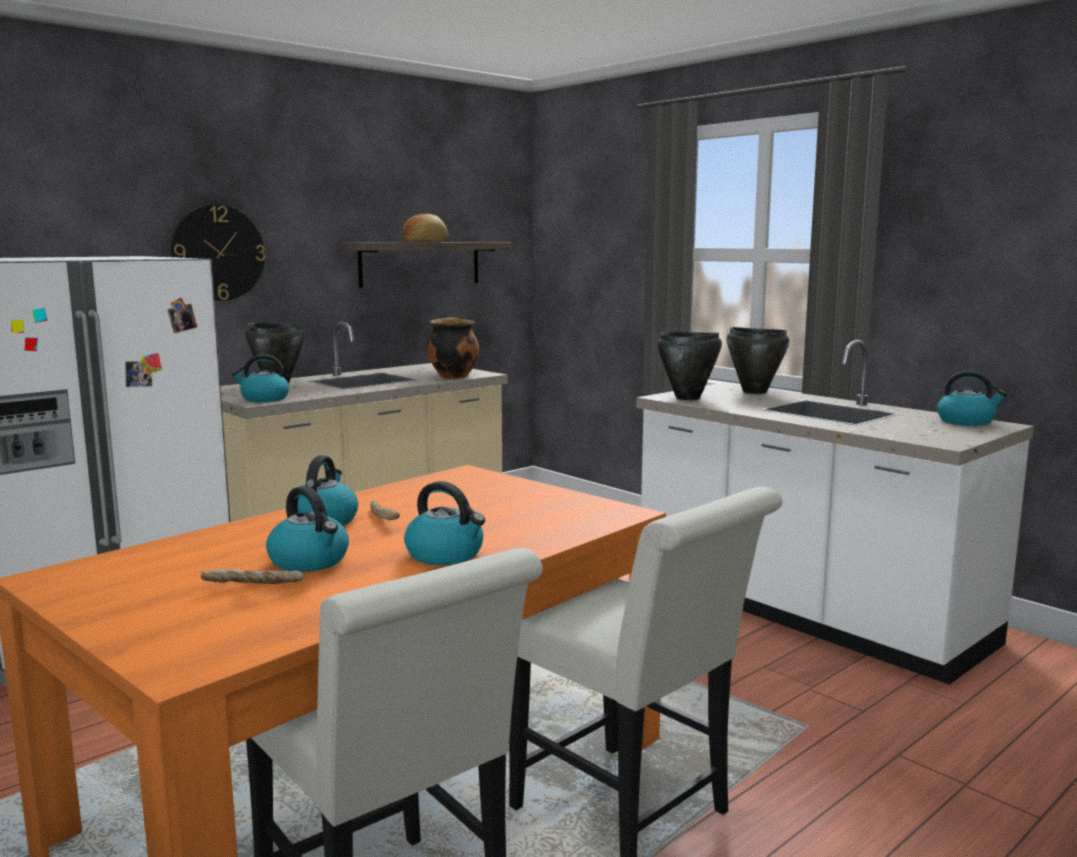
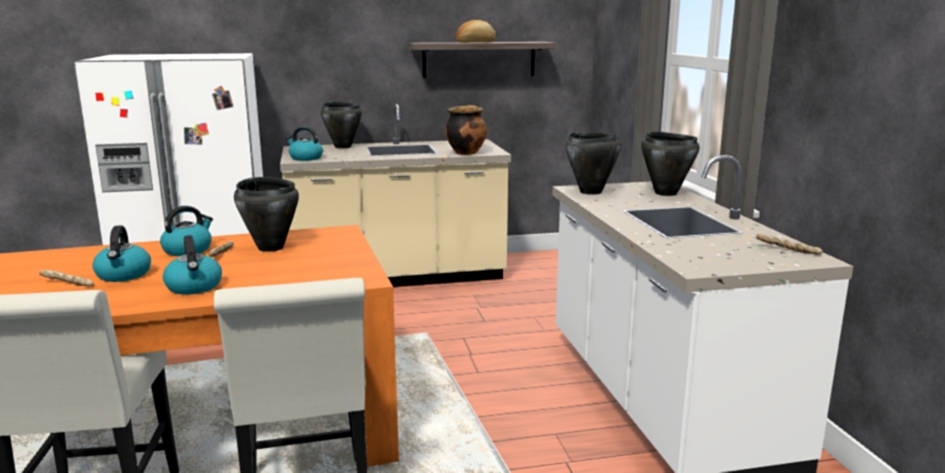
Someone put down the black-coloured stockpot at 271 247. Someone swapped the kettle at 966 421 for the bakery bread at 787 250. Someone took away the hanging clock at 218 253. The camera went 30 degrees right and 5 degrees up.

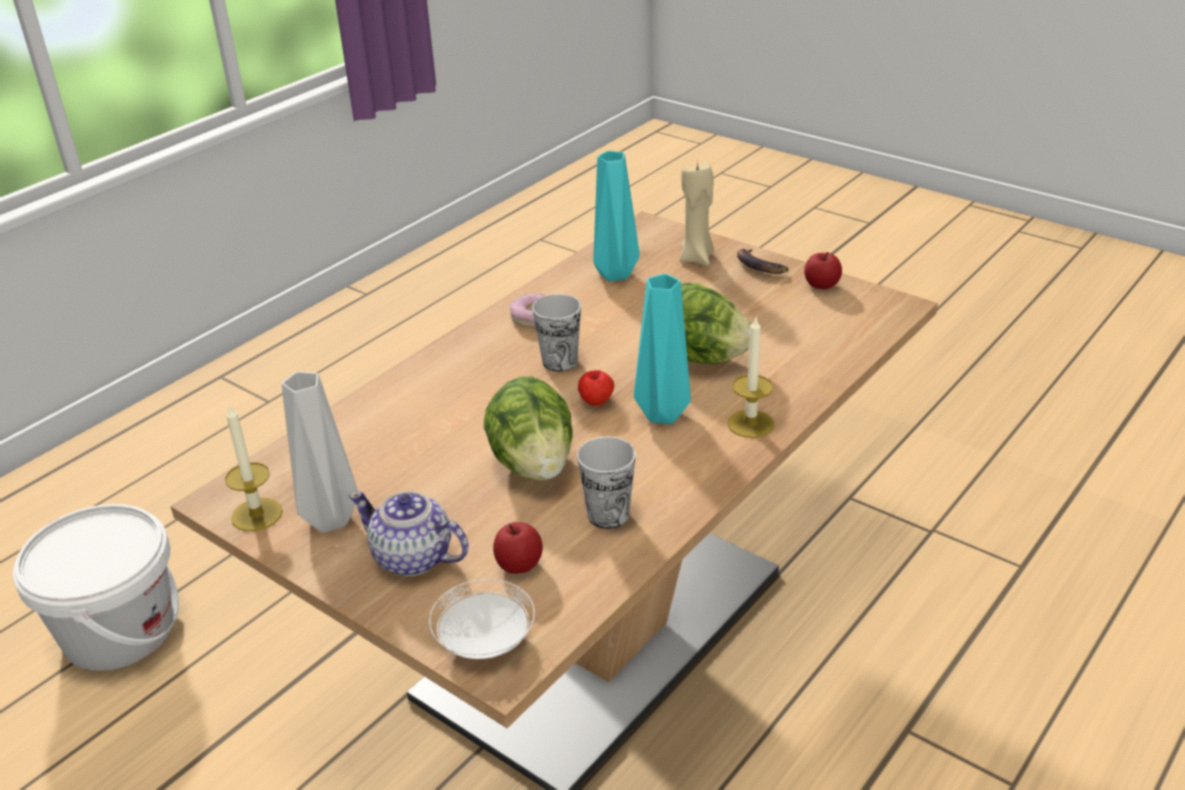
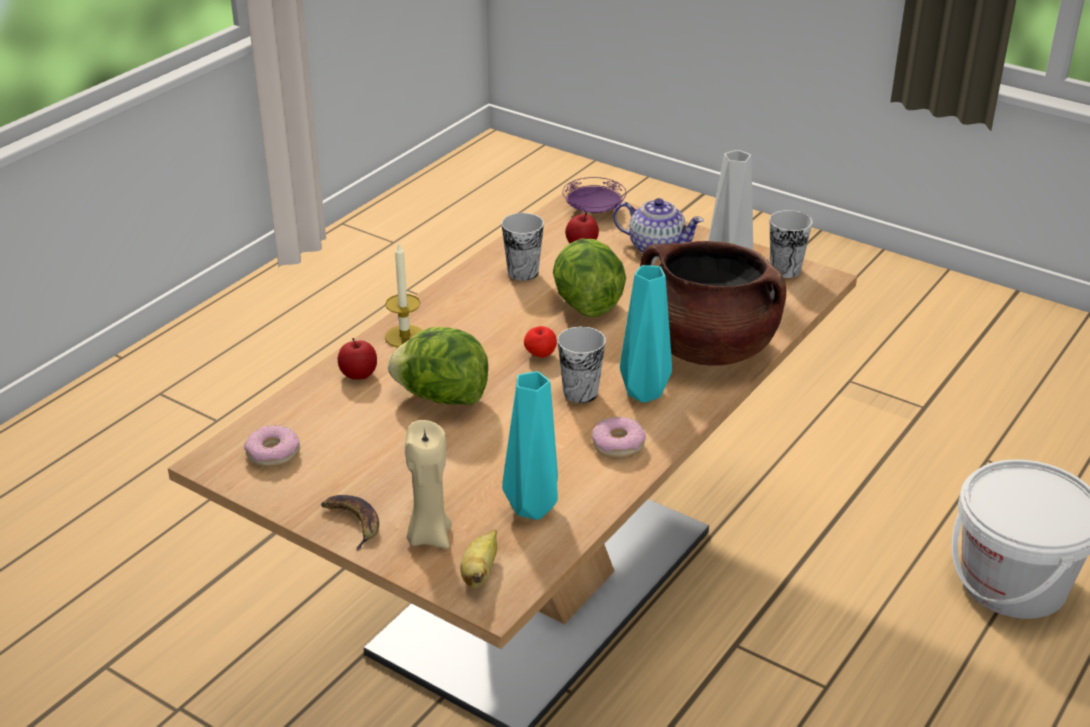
Someone put down the ring doughnut at 273 453. Someone carried the apple from 821 285 to 358 374. Someone put down the banana fruit at 480 573. Someone repainted the whitish dinner plate at 484 640, which became the purple dinner plate at 594 211. Someone carried the turquoise-coloured vase from 660 415 to 646 392. Someone put down the brownish stockpot at 706 348. Someone swapped the candle at 257 514 for the drinking cup at 785 270. The camera went 175 degrees right and 0 degrees up.

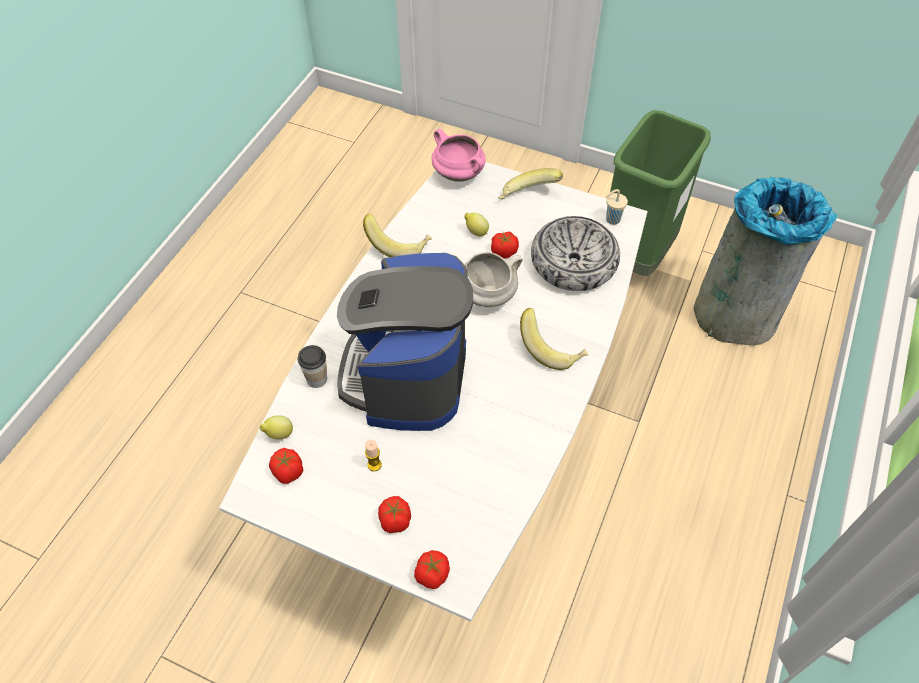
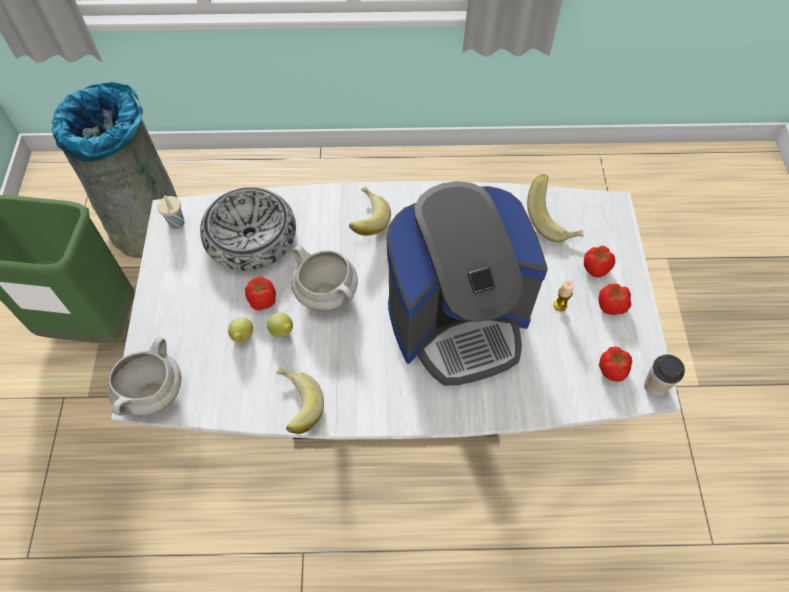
Someone repainted the pink stockpot at 459 174, which became the whitish stockpot at 152 392. Someone carried the whole lemon from 279 434 to 283 332. Someone carried the banana fruit from 528 197 to 553 221. Someone carried the tomato from 432 575 to 611 306. Someone carried the drinking cup from 317 379 to 655 386. The camera went 115 degrees left and 5 degrees up.

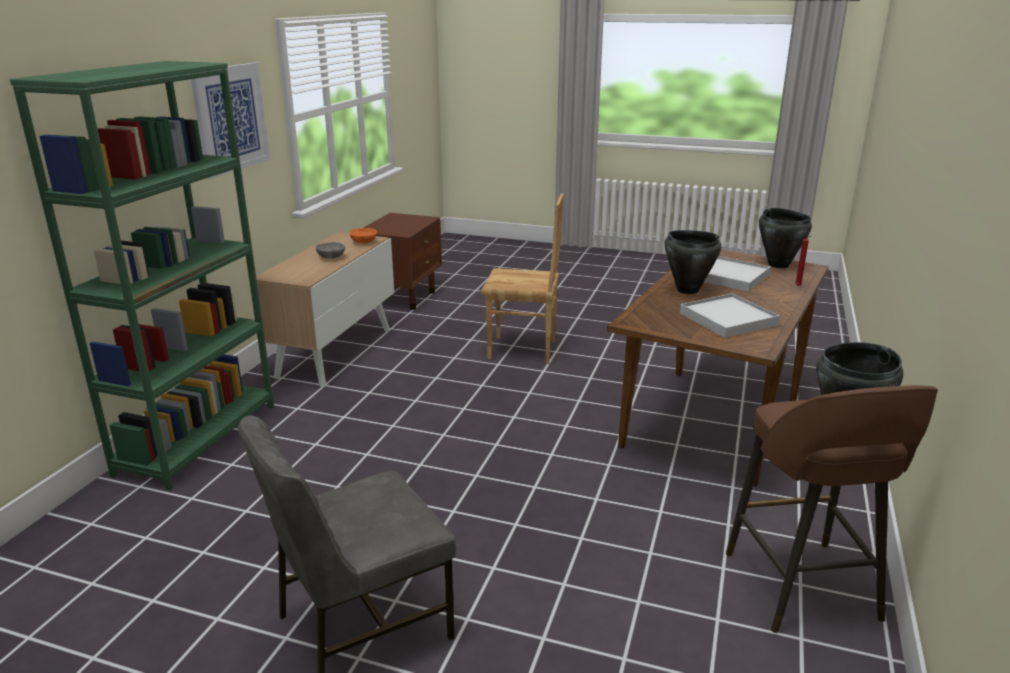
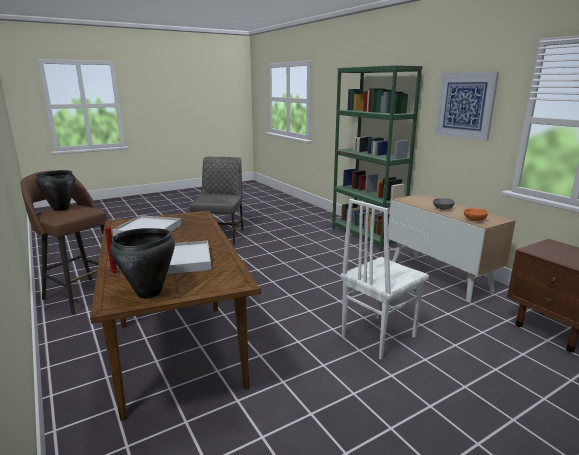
Someone repainted the brownish plain chair at 522 350, which became the whitish plain chair at 377 336. Someone took away the black-coloured stockpot at 687 290. The camera went 130 degrees right and 5 degrees down.

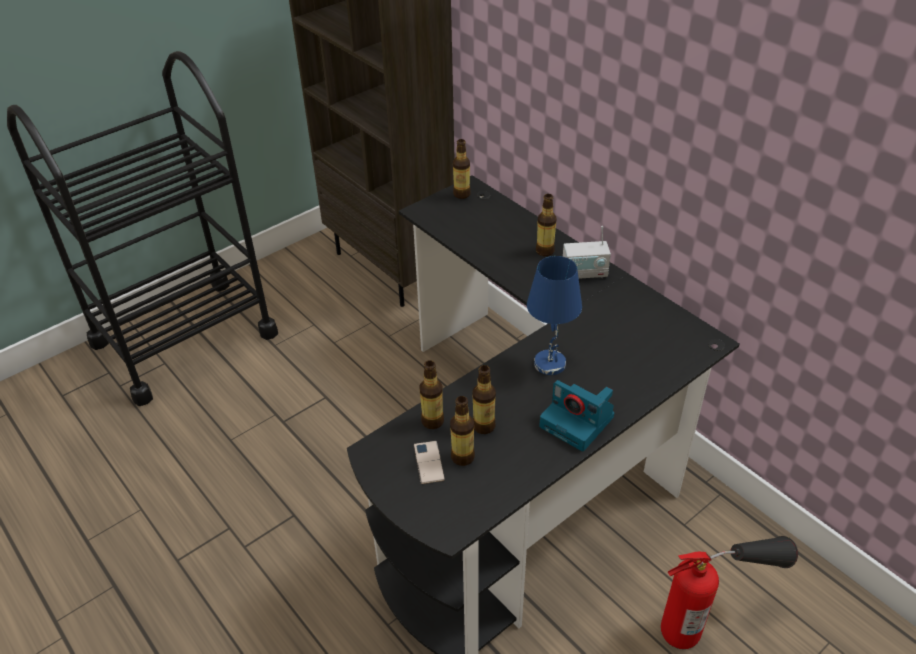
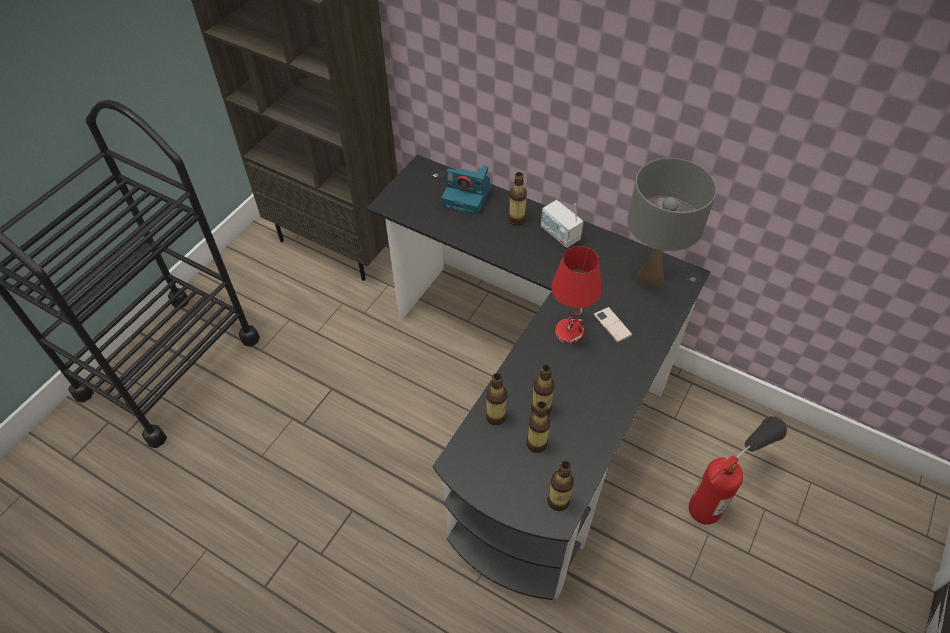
Someone carried the still camera from 578 422 to 468 196. Someone rotated the radio set at 584 273 by 75 degrees clockwise. Someone carried the beverage bottle from 462 194 to 558 501. Someone repainted the bluish lamp for a table at 550 364, which became the reddish lamp for a table at 570 332. Someone carried the telephone from 429 462 to 612 325. Someone put down the grey lamp for a table at 651 276. The camera went 20 degrees left and 10 degrees up.

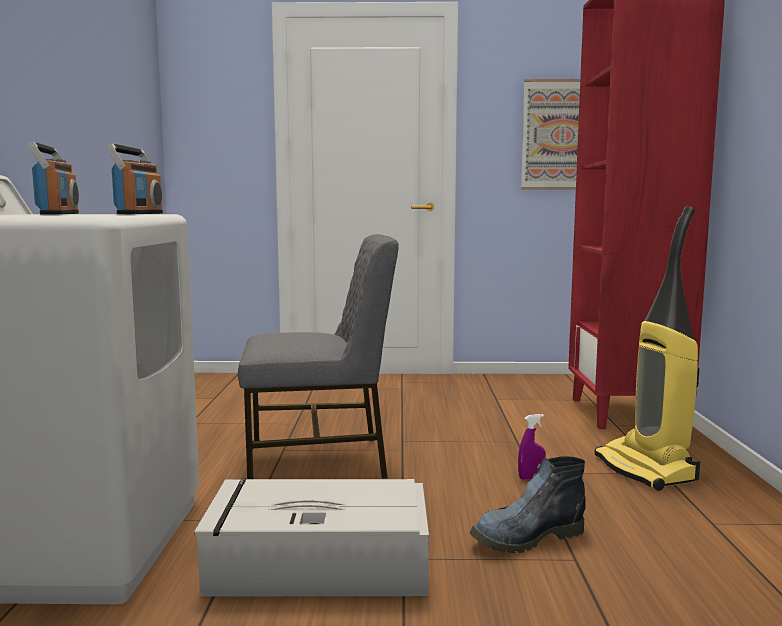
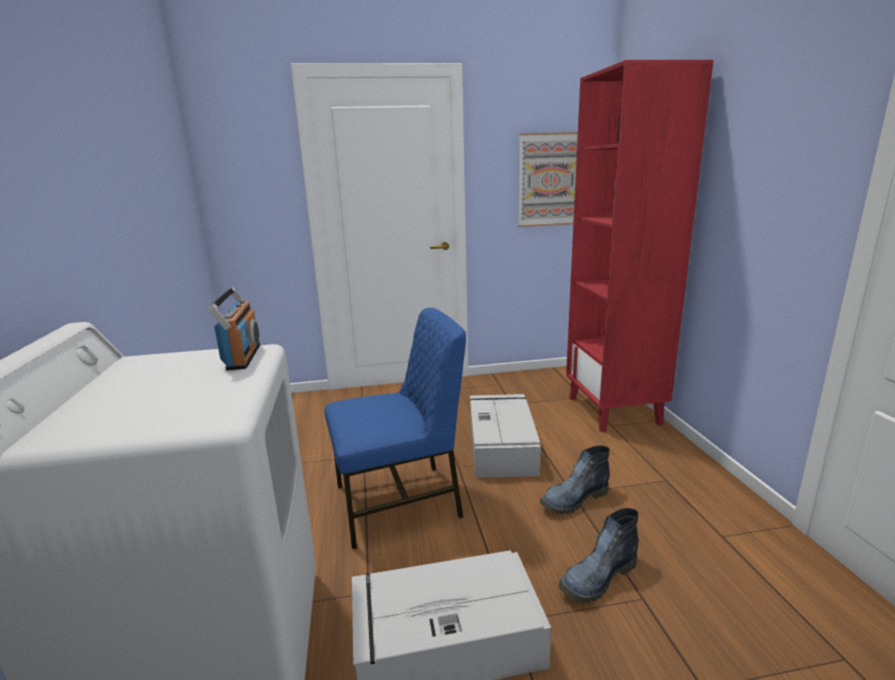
Someone repainted the grey plain chair at 319 460, which became the bluish plain chair at 400 502. Someone put down the grey storage bin at 501 445. Someone swapped the purple hand sprayer at 531 478 for the tall boot at 573 500. Someone took away the radio set at 58 214. Someone took away the hoover at 646 469. The camera went 10 degrees left and 10 degrees up.

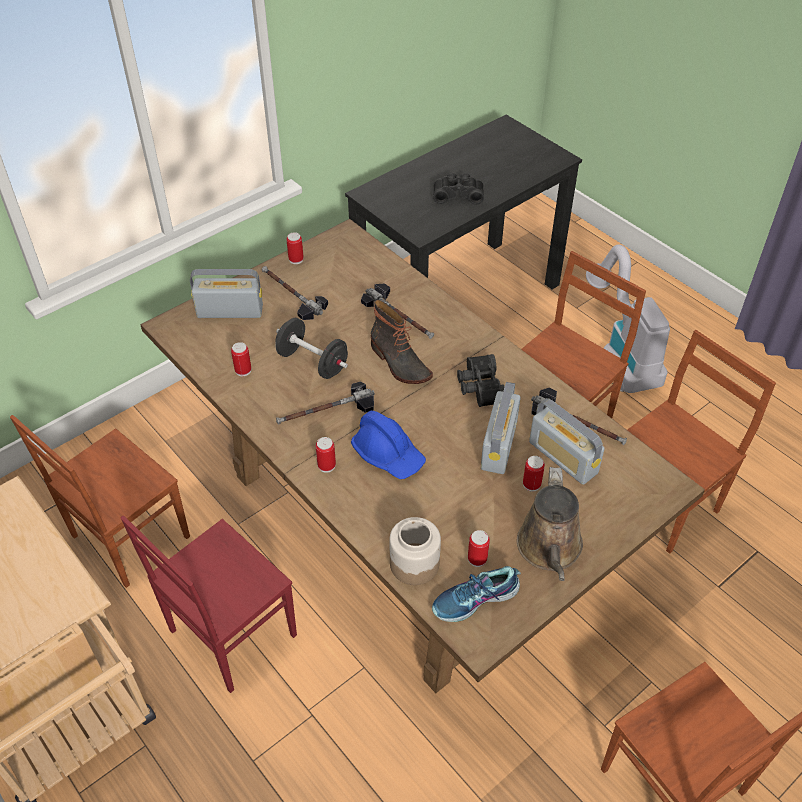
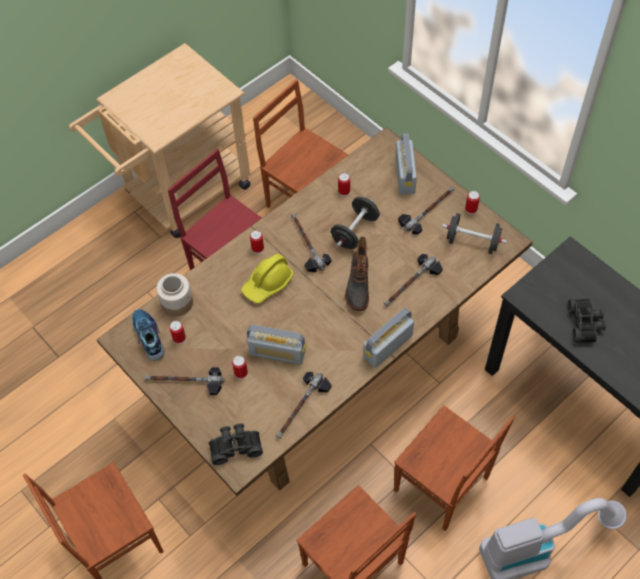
Someone swapped the brownish sprinkling can at 549 549 for the tool hammer at 185 382. Someone carried the black-coloured binoculars from 479 387 to 235 445. Someone repainted the bluish work helmet at 388 454, which became the yellow work helmet at 267 283. Someone rotated the tall boot at 399 363 by 45 degrees counterclockwise. Someone carried the radio set from 563 457 to 387 346. Someone put down the black-coloured free weight at 472 242. The camera went 90 degrees right and 10 degrees up.

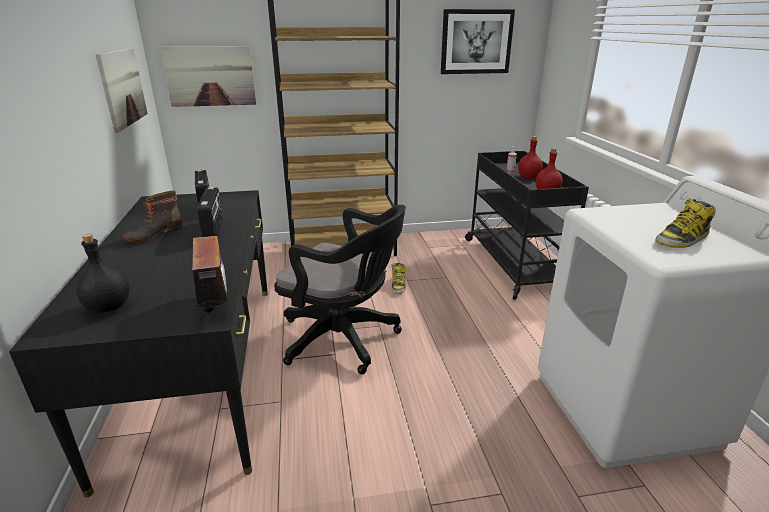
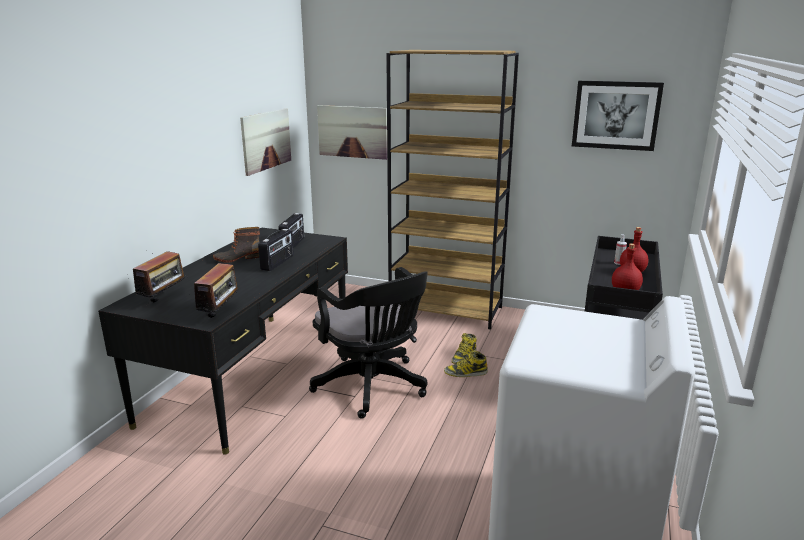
Someone swapped the black-coloured beverage bottle at 108 307 for the radio set at 164 299. Someone carried the tall boot from 682 239 to 465 373. The camera went 30 degrees right and 5 degrees down.

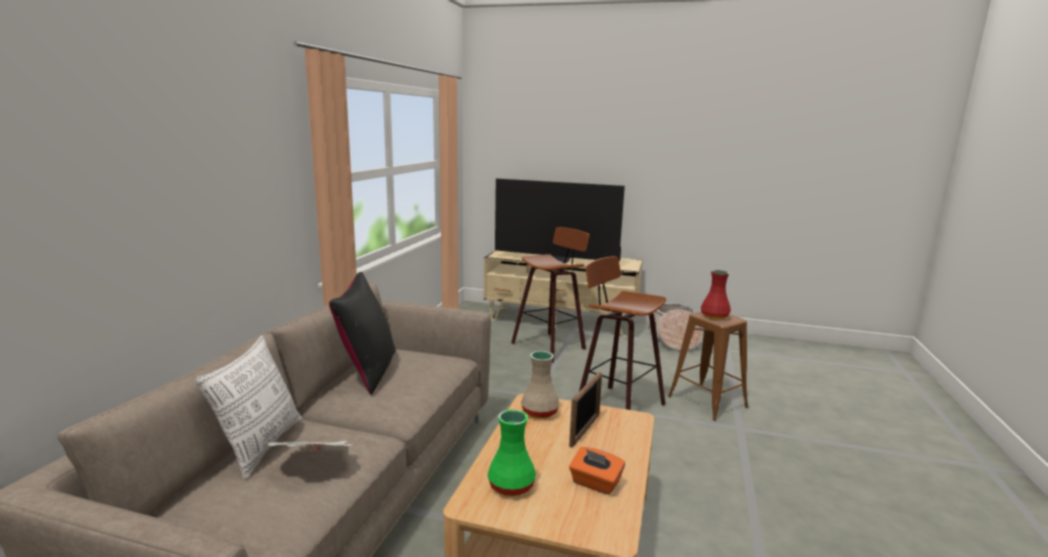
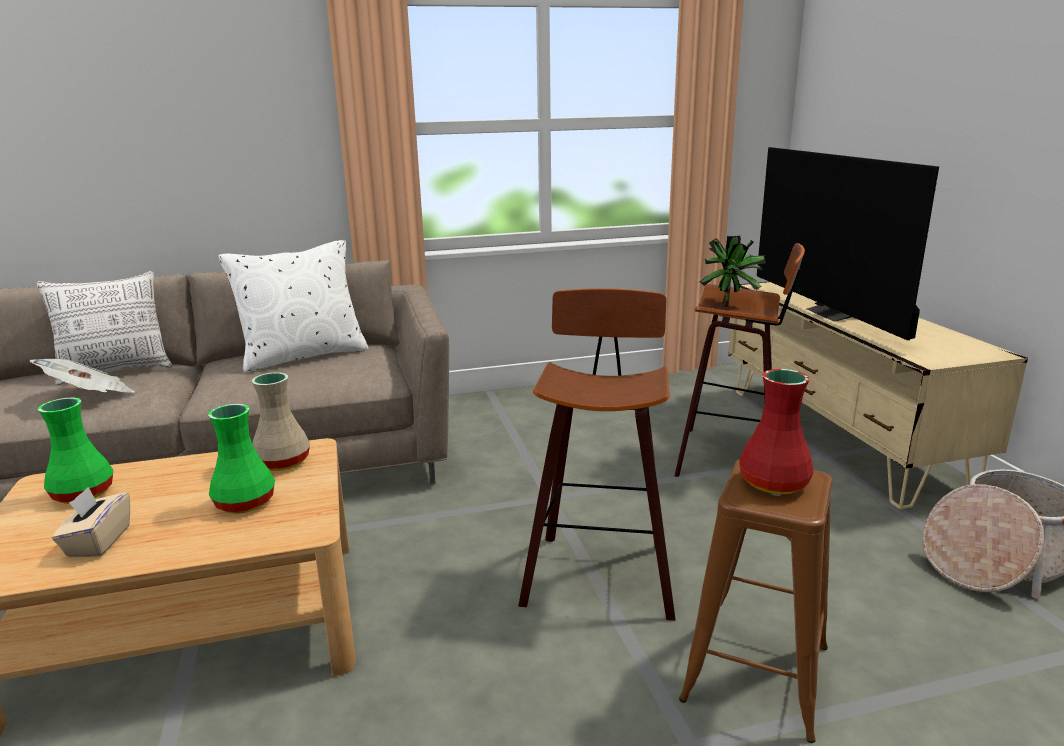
Someone repainted the orangey tissue holder at 595 483, which became the beige tissue holder at 98 542. Someone swapped the photo frame at 585 430 for the green-coloured vase at 246 502. Someone repainted the black-coloured pillow at 368 371, which became the whitish pillow at 303 355. Someone put down the potted plant at 729 305. The camera went 60 degrees right and 5 degrees up.

